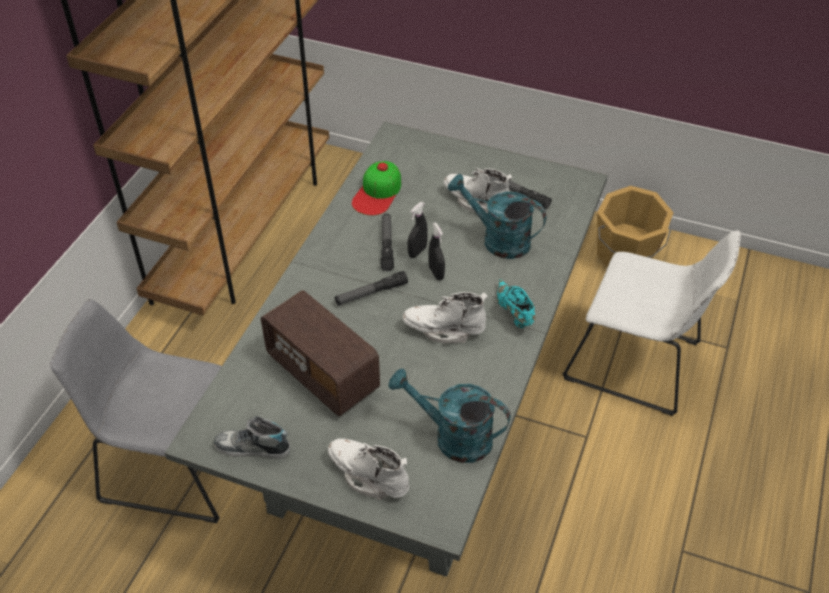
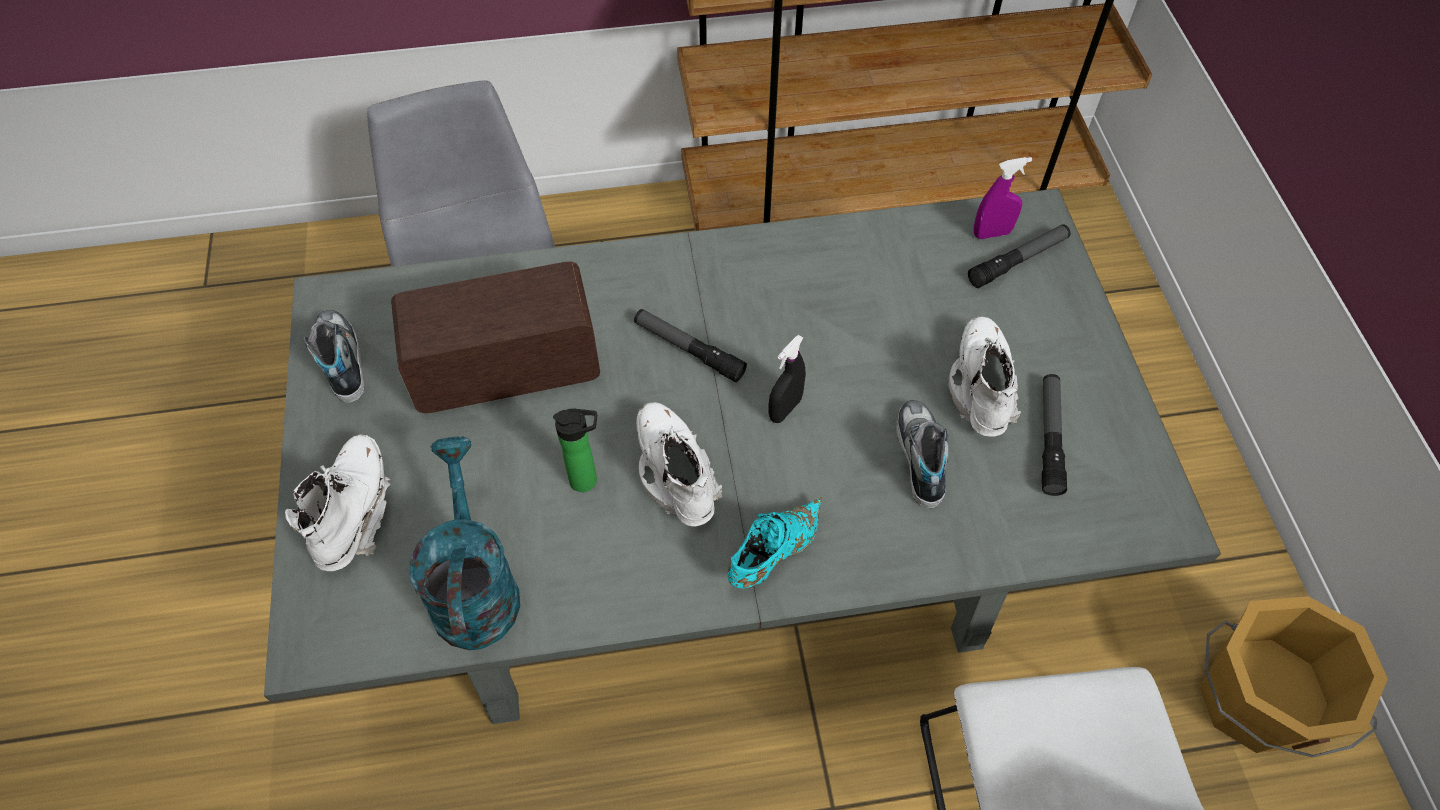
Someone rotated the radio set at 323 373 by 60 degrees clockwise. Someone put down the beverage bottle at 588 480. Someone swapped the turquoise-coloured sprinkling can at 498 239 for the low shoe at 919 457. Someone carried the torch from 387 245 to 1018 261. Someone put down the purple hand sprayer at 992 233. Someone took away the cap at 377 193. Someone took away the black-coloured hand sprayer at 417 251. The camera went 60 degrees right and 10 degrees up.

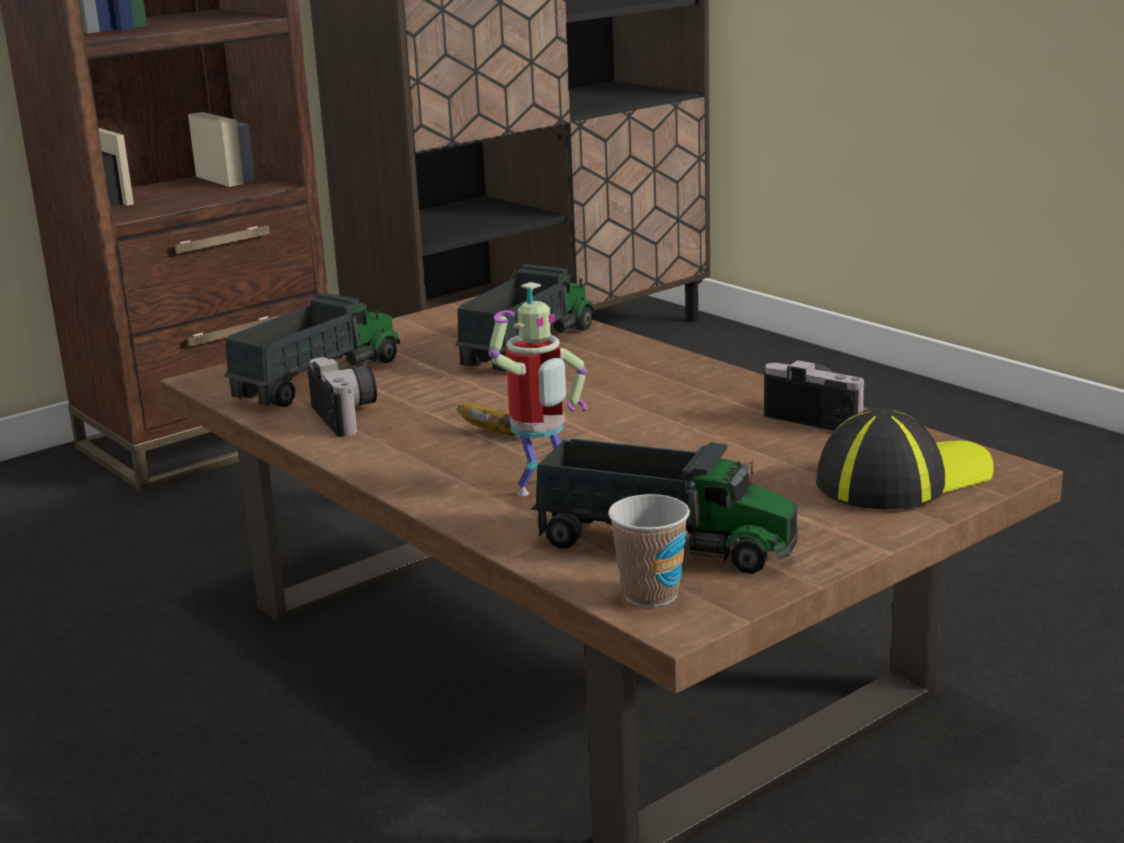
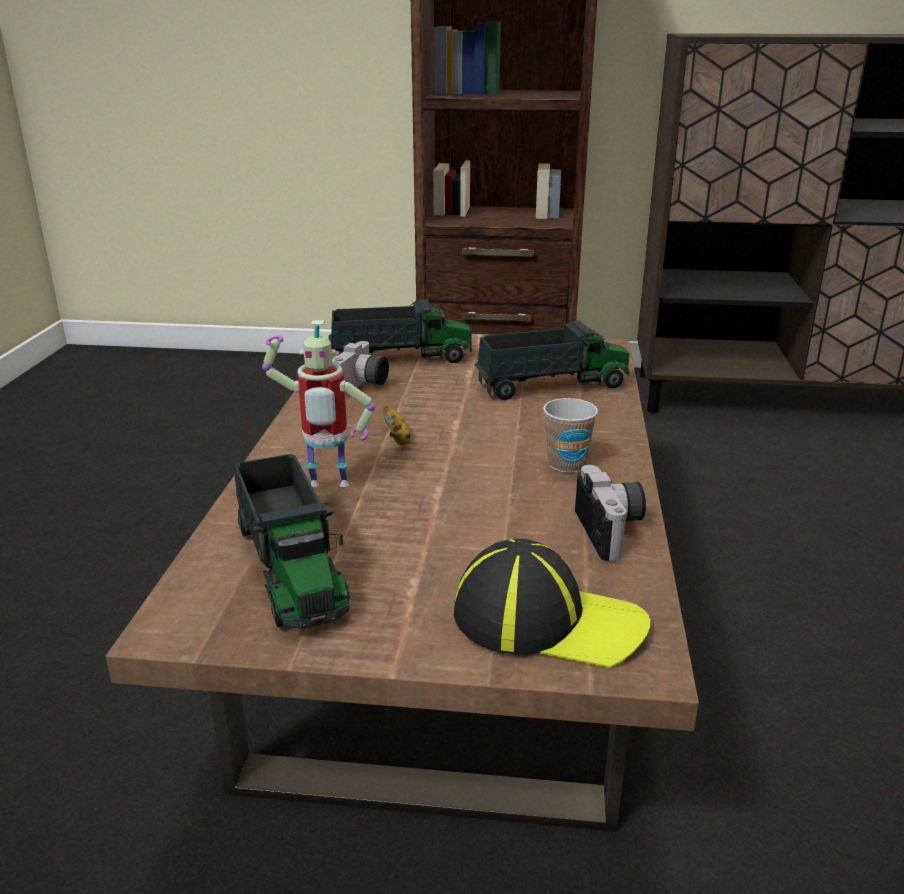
Someone carried the drinking cup from 650 594 to 566 464. The camera went 45 degrees right and 5 degrees up.

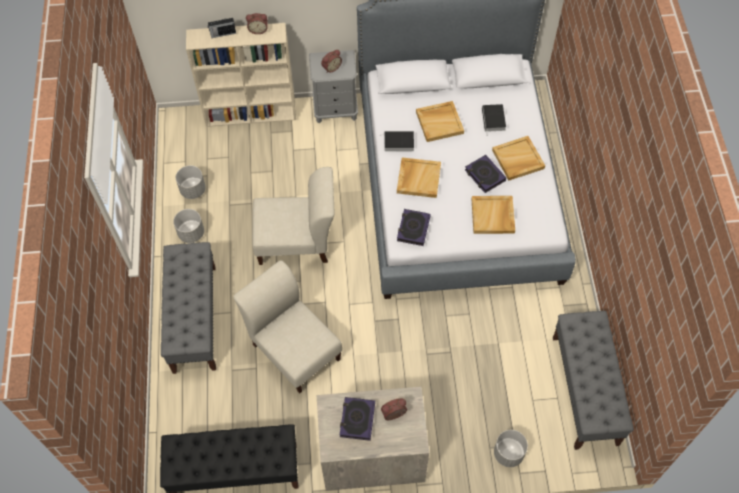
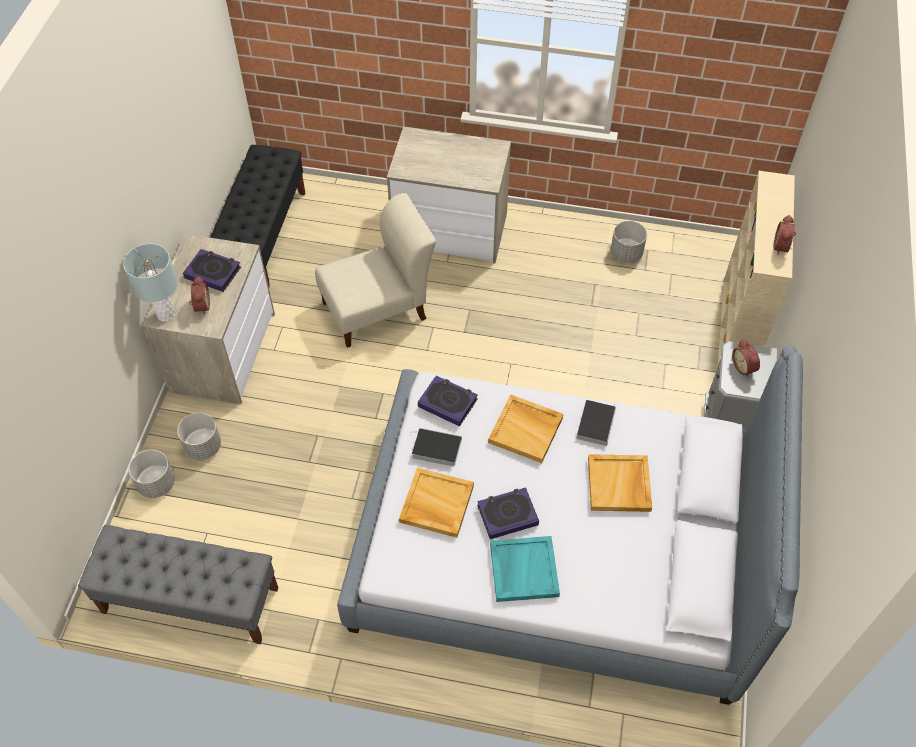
Someone put down the grey lamp for a table at 166 314. Someone carried the grey plant pot from 191 233 to 203 447. Someone swapped the grey long seat at 194 318 for the dresser at 451 230. Someone carried the volume from 494 120 to 435 449. Someone repainted the beige tray at 518 159, which became the turquoise-coloured tray at 523 569. Someone took away the radio set at 222 34. Someone took away the beige plain chair at 297 241. The camera went 105 degrees right and 5 degrees down.

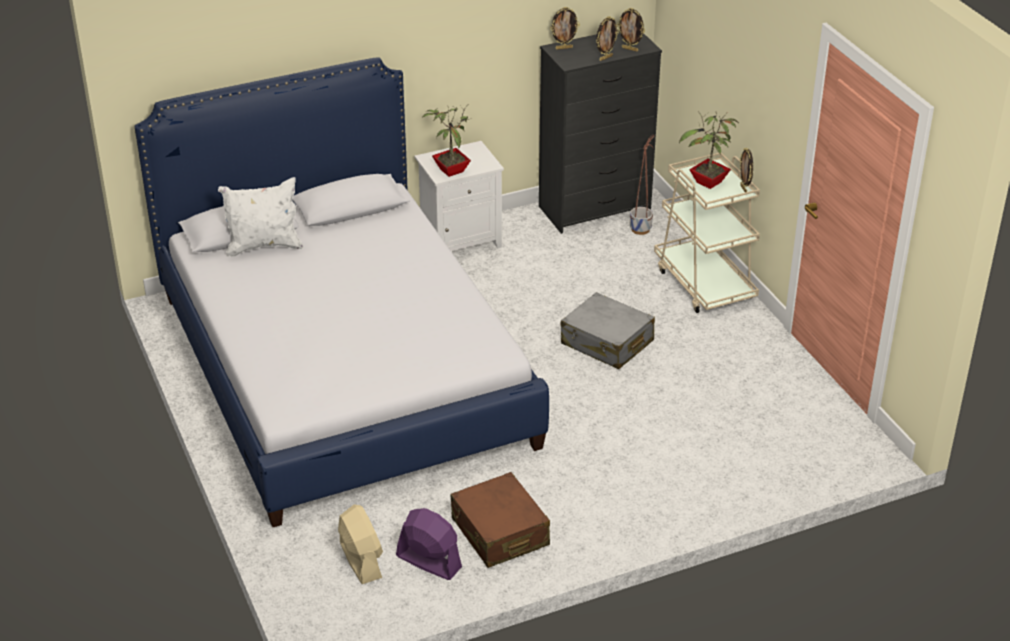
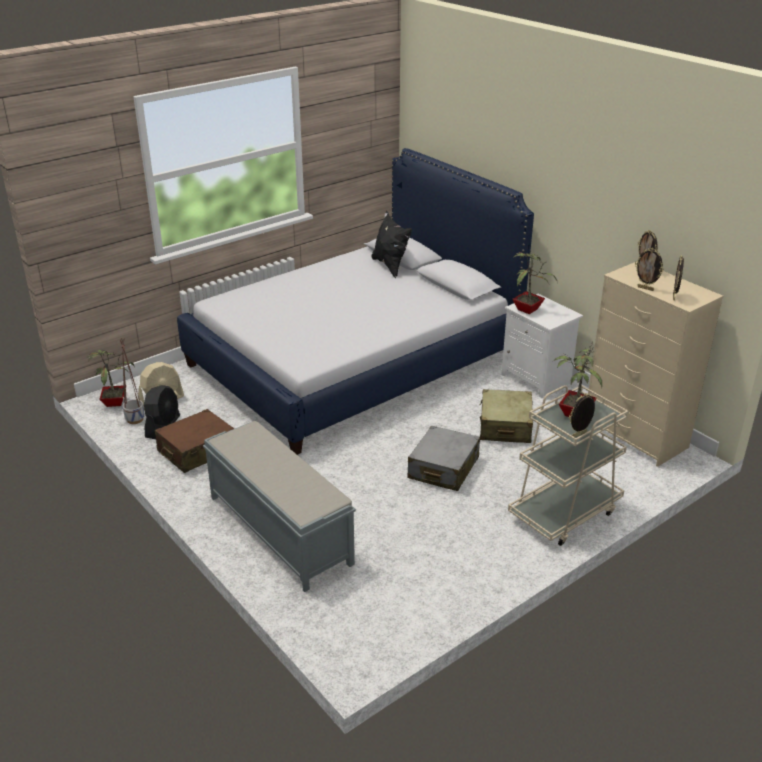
Someone put down the potted plant at 115 402. Someone carried the plant pot from 640 229 to 135 419. Someone repainted the purple electric fan at 428 561, which became the black-coloured electric fan at 163 426. Someone put down the grey long seat at 279 529. Someone repainted the whitish pillow at 264 246, which became the black-coloured pillow at 390 266. Someone put down the beige piece of luggage at 505 426. Someone repainted the black-coloured dresser at 595 208, which became the beige dresser at 636 436. The camera went 75 degrees right and 5 degrees down.

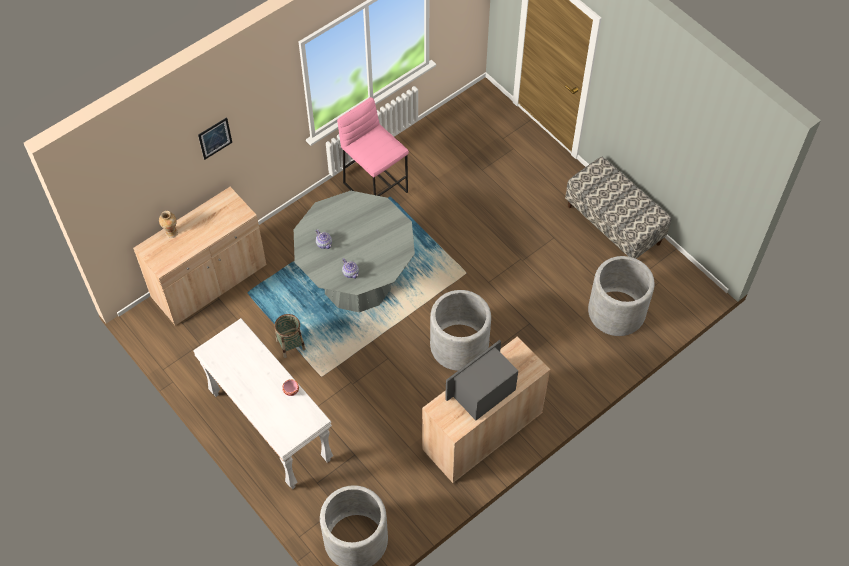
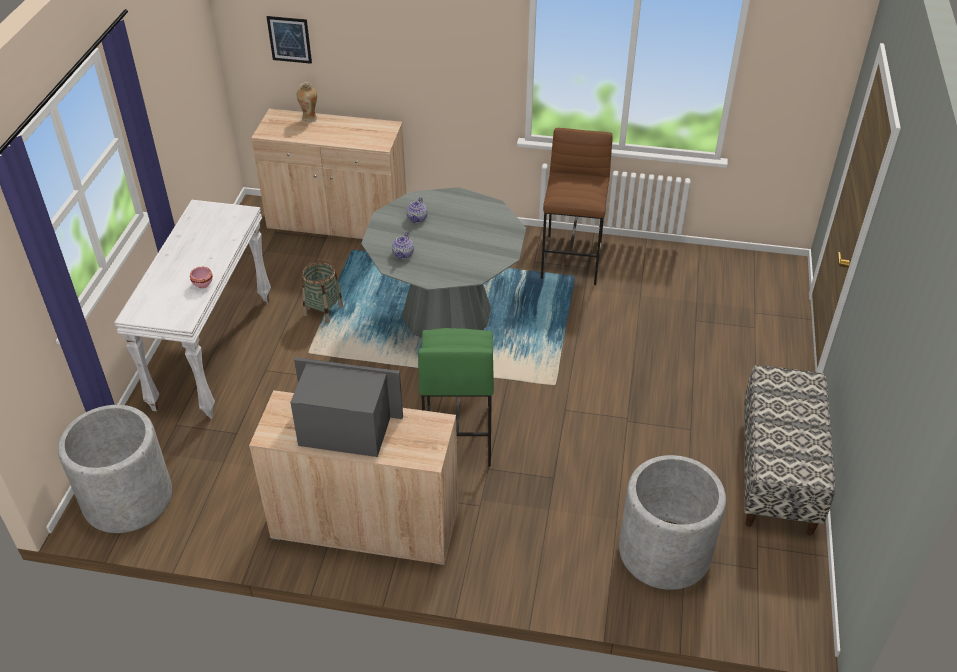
Someone carried the picture from 215 138 to 289 39. Someone swapped the grey plant pot at 459 346 for the green-coloured stool seat at 457 435. Someone repainted the pink stool seat at 376 187, which became the brownish stool seat at 572 260. The camera went 50 degrees right and 15 degrees down.

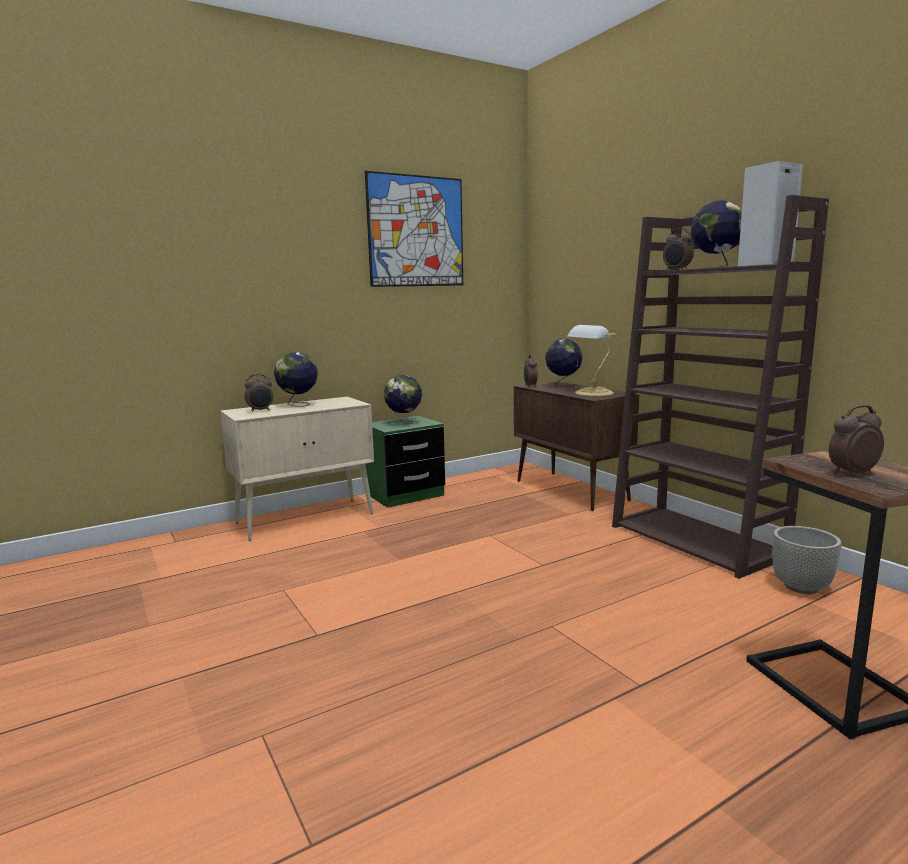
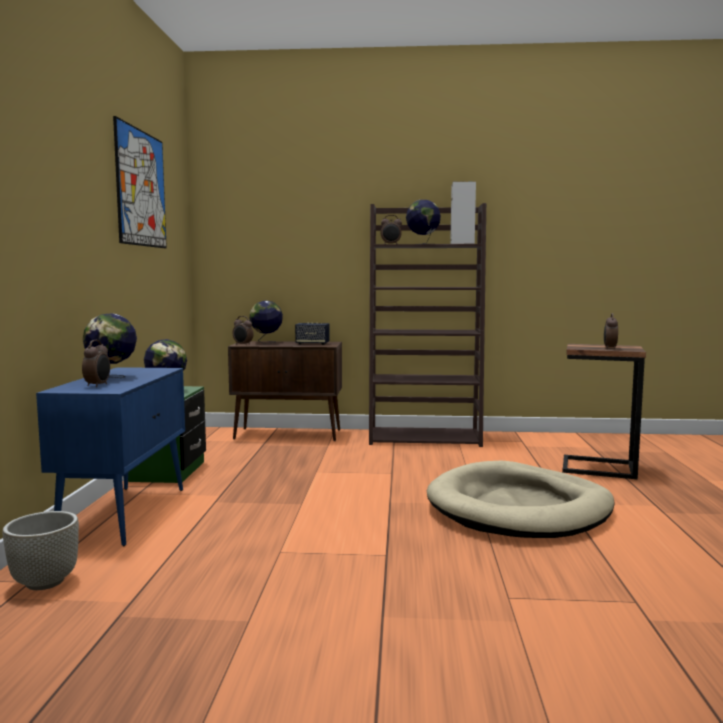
Someone carried the grey plant pot from 800 587 to 44 582. Someone repainted the beige cupboard at 306 518, which became the bluish cupboard at 125 513. Someone swapped the lamp for a table at 592 393 for the audio speaker at 312 344. Someone put down the beige dog cushion at 519 508. The camera went 55 degrees left and 5 degrees down.

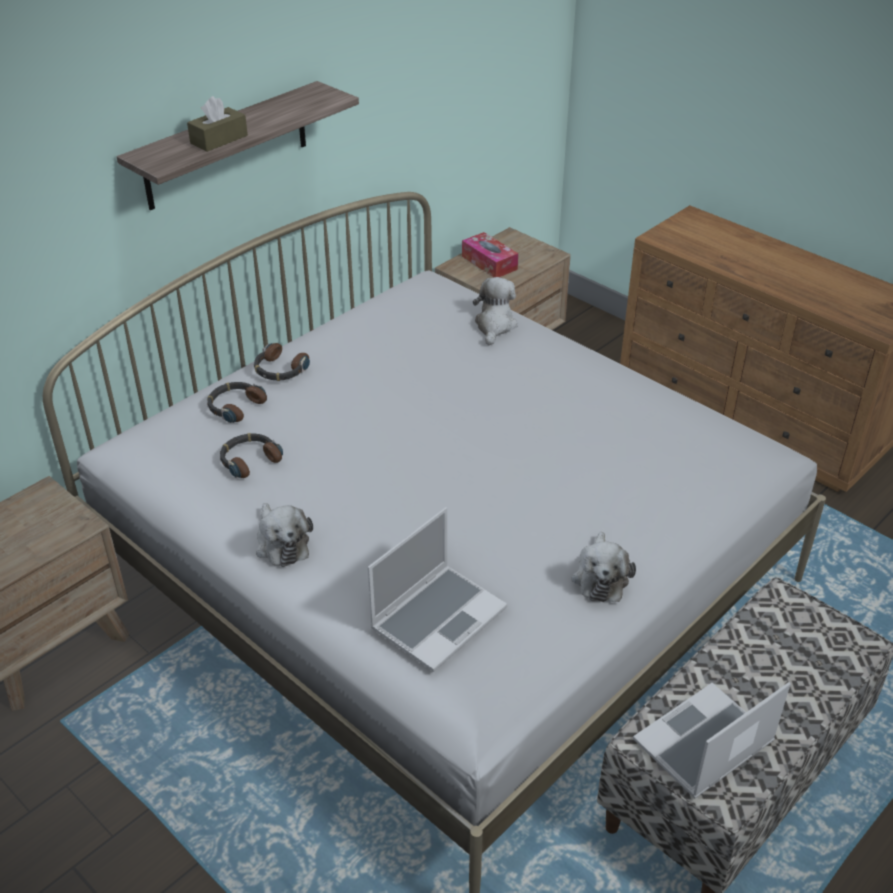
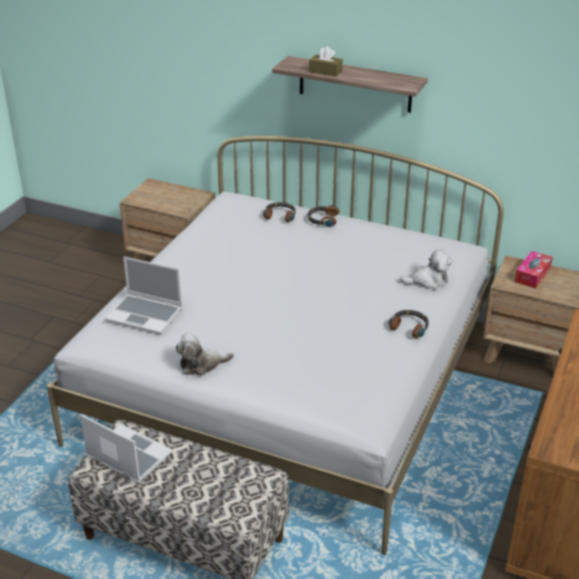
Someone carried the pair of headphones from 249 460 to 409 327. Someone took away the soft toy at 281 543. The camera went 70 degrees right and 5 degrees down.

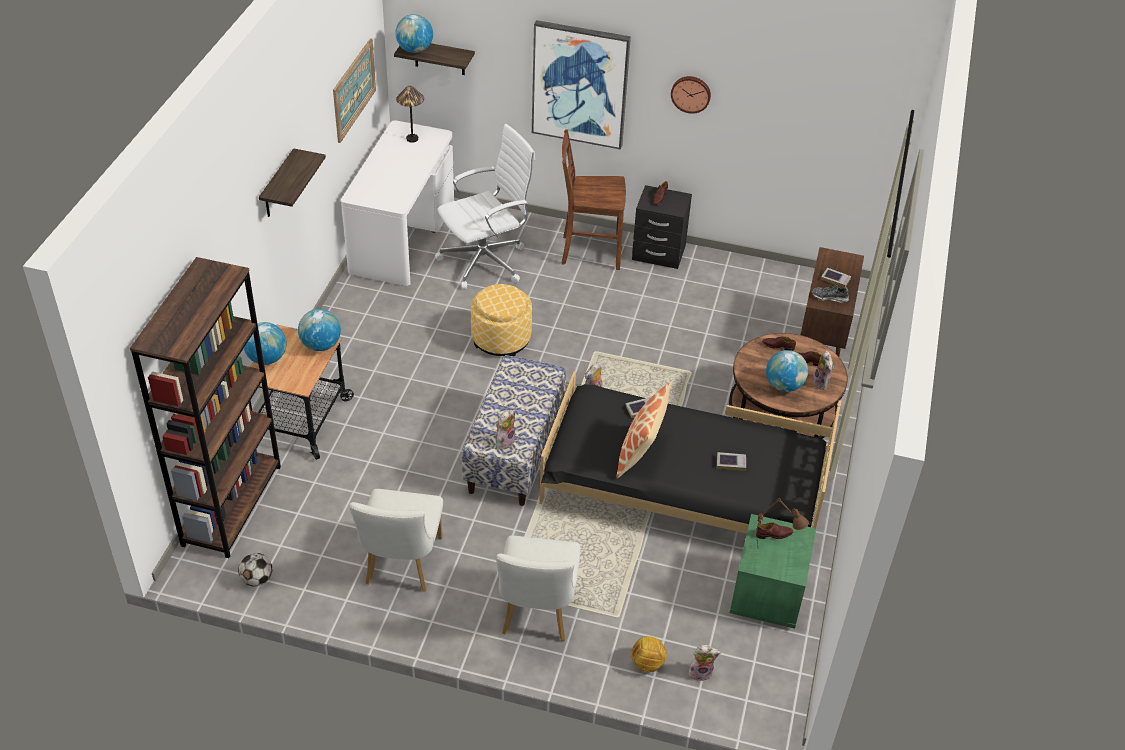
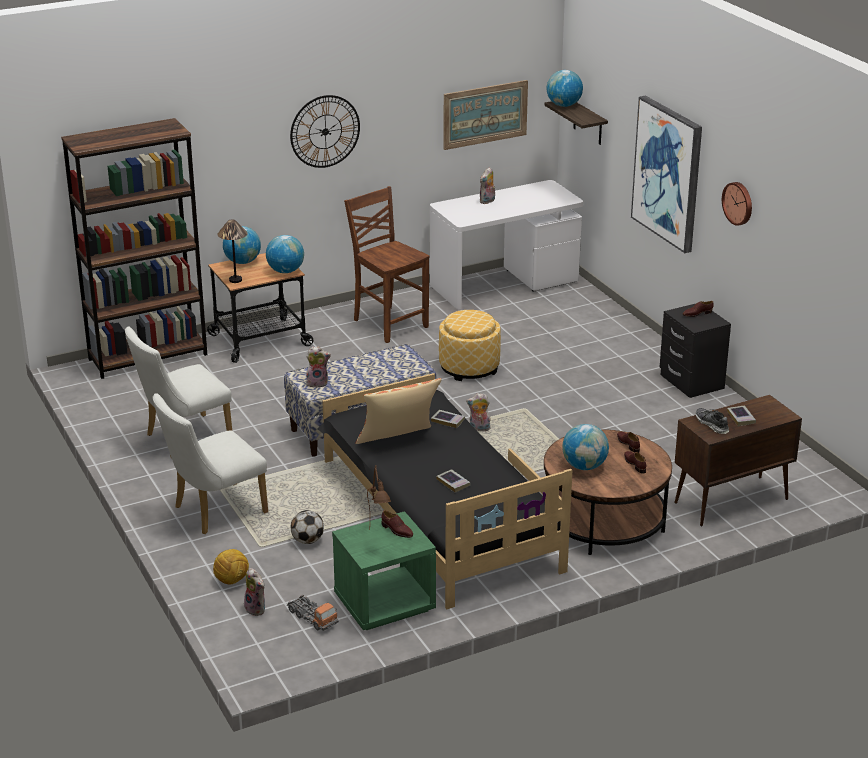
Someone carried the lamp for a table from 412 139 to 235 280. Someone put down the model truck at 312 618. Someone swapped the bracket shelf at 278 185 for the hanging clock at 325 131. Someone carried the football from 257 579 to 307 541. Someone carried the brownish plain chair from 589 251 to 389 323. Someone carried the soft toy from 822 383 to 487 201. Someone took away the whitish computer chair at 486 261. The camera went 50 degrees right and 15 degrees down.

